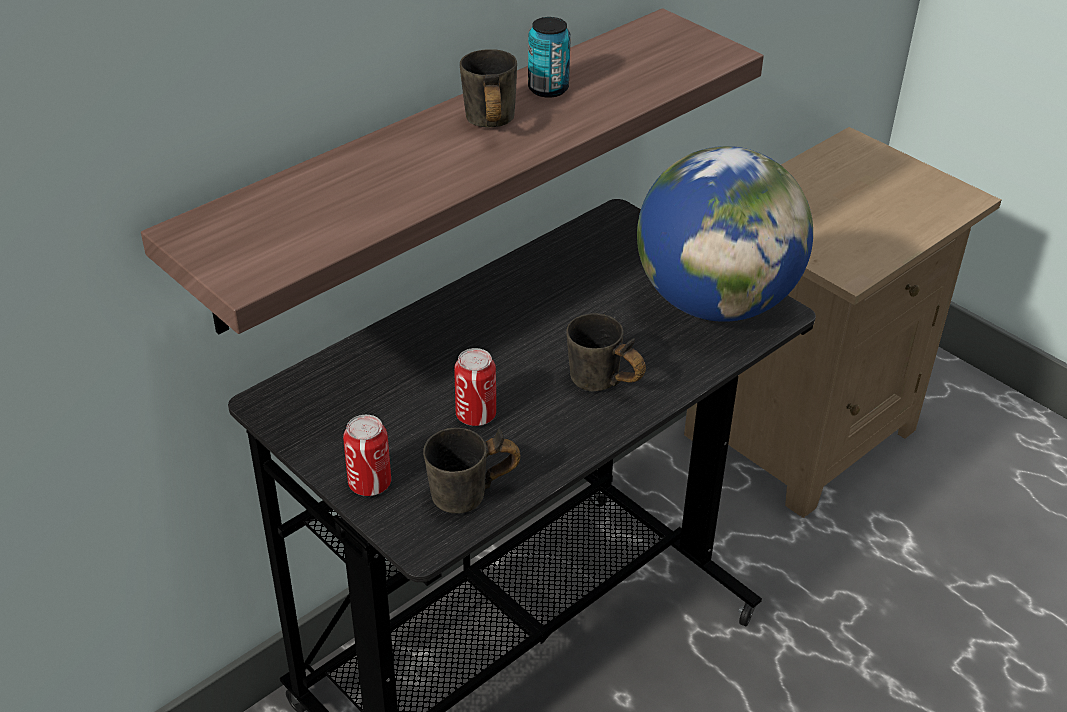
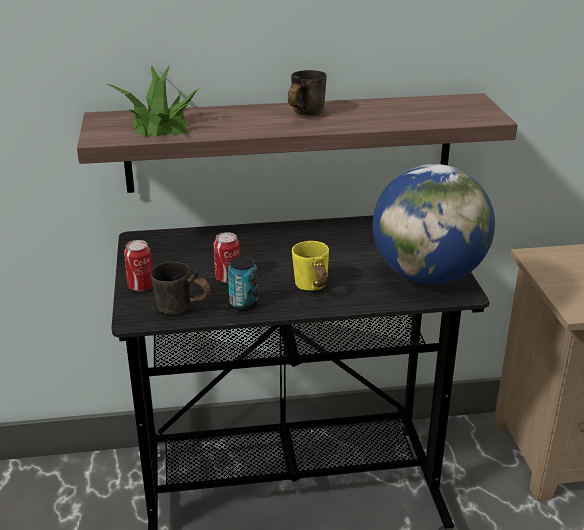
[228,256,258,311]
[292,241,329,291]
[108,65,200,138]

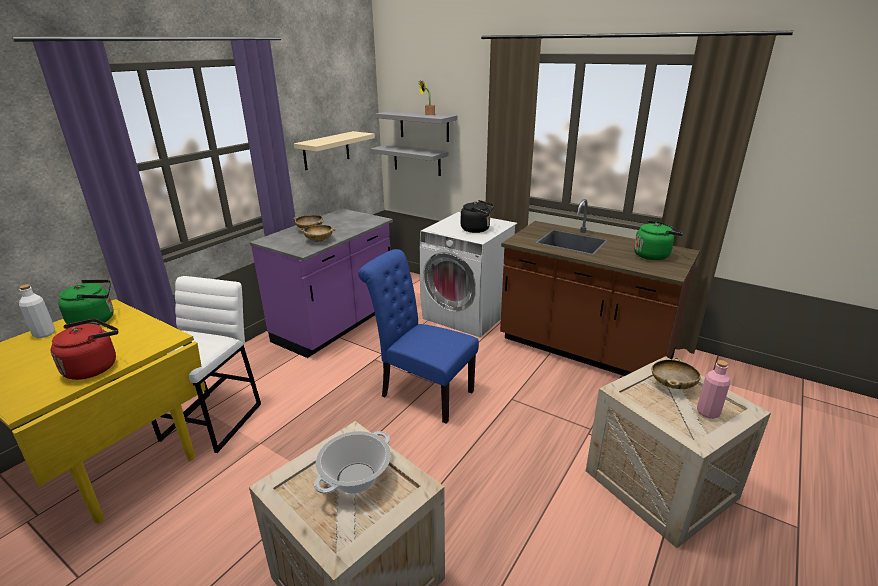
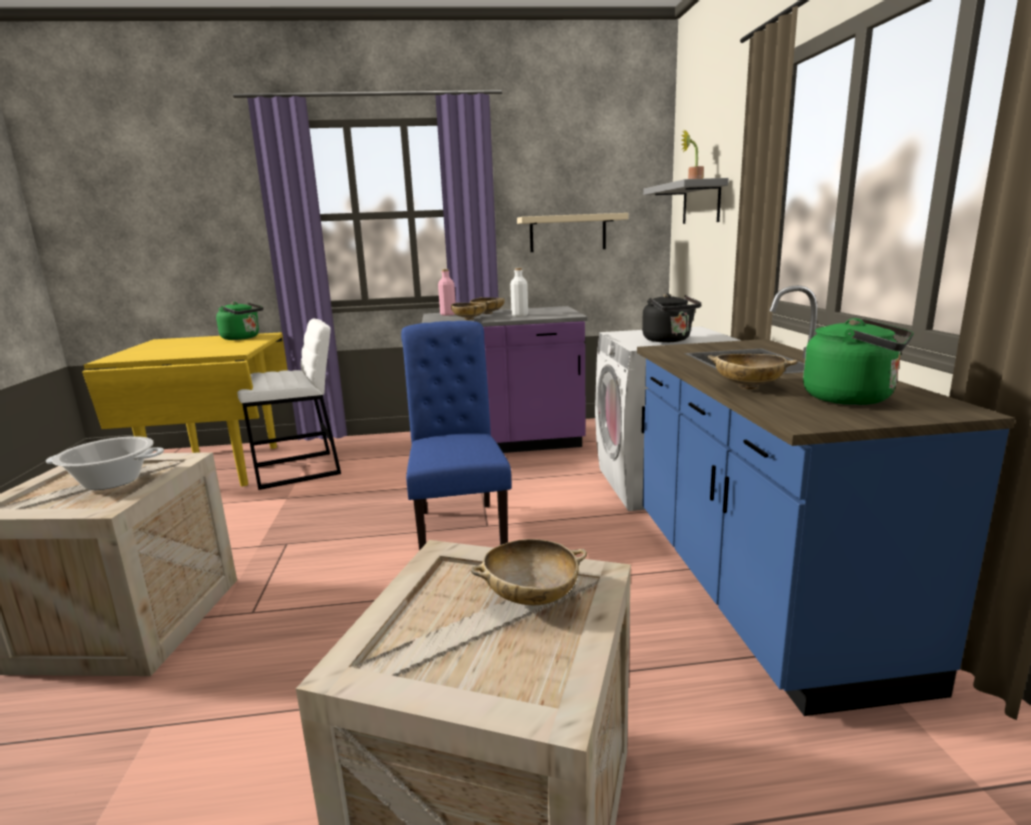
[370,144,448,176] (first image)
[637,285,1015,716]
[510,268,528,317]
[51,319,118,380] (first image)
[438,269,456,316]
[707,354,798,389]

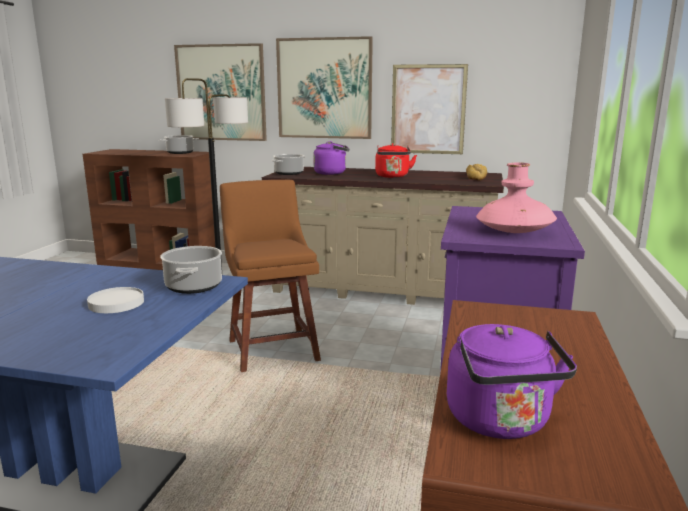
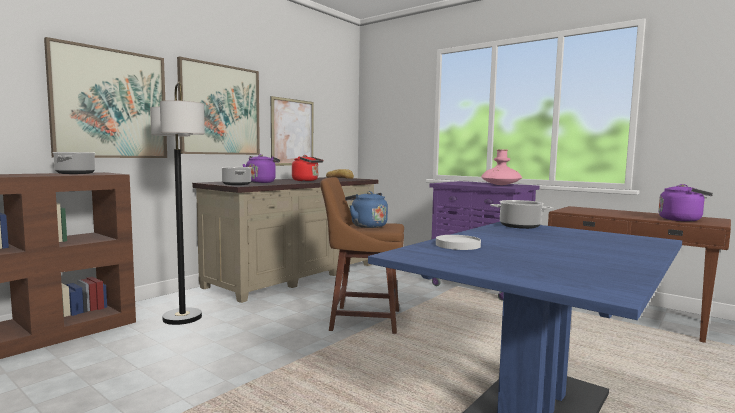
[436,235,481,250]
[345,191,388,228]

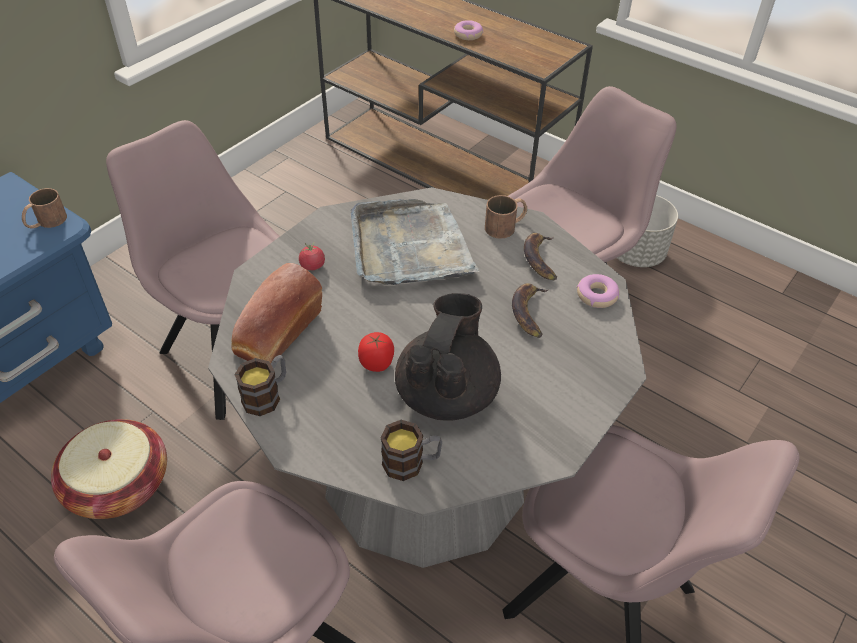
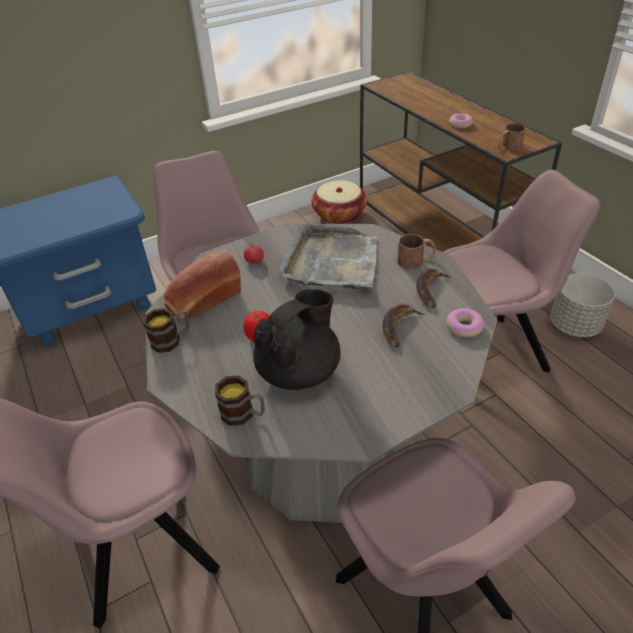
[497,123,526,151]
[311,180,367,224]

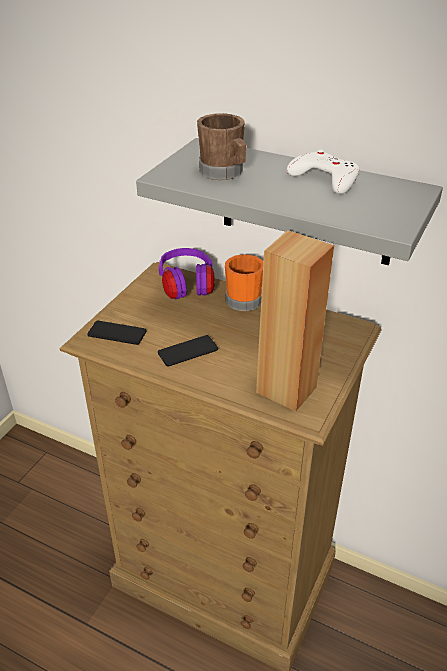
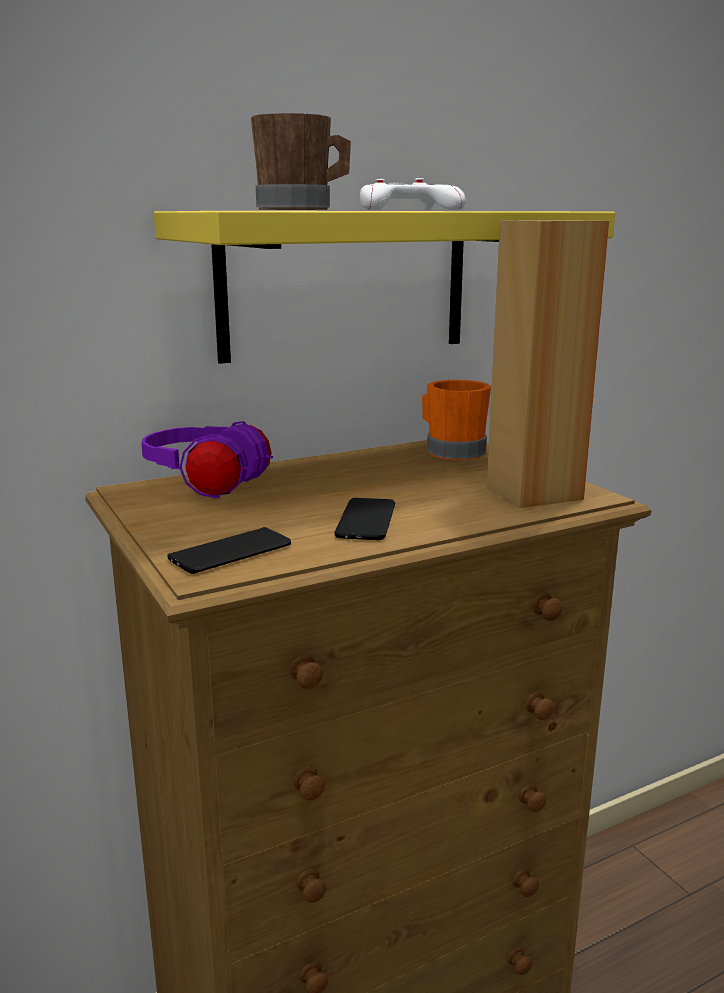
[154,211,615,364]
[422,380,491,460]

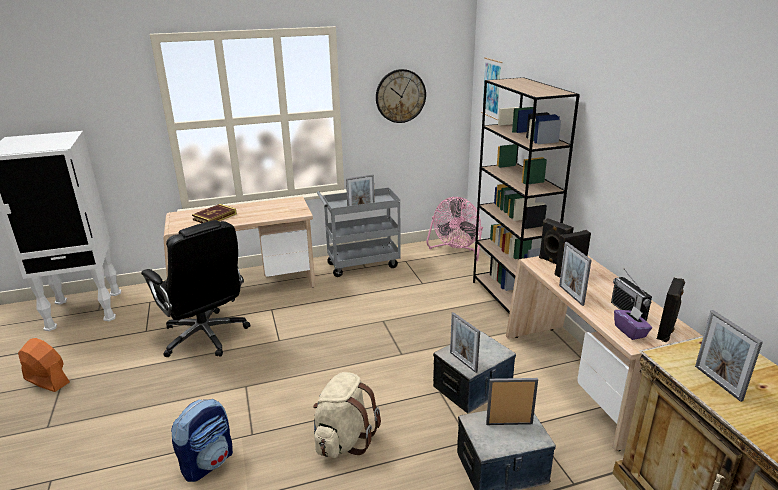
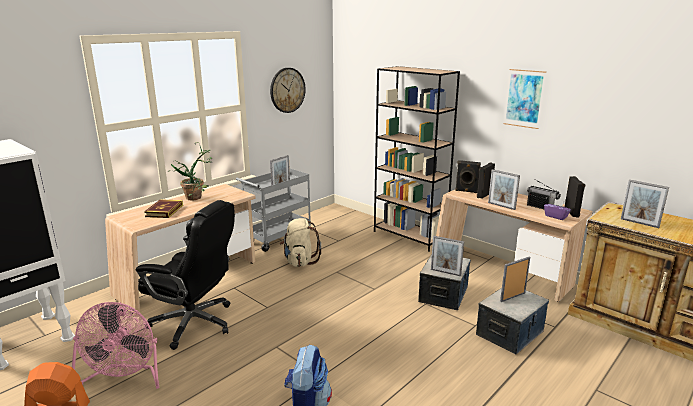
[504,69,546,129]
[72,302,159,389]
[280,218,321,267]
[168,142,212,201]

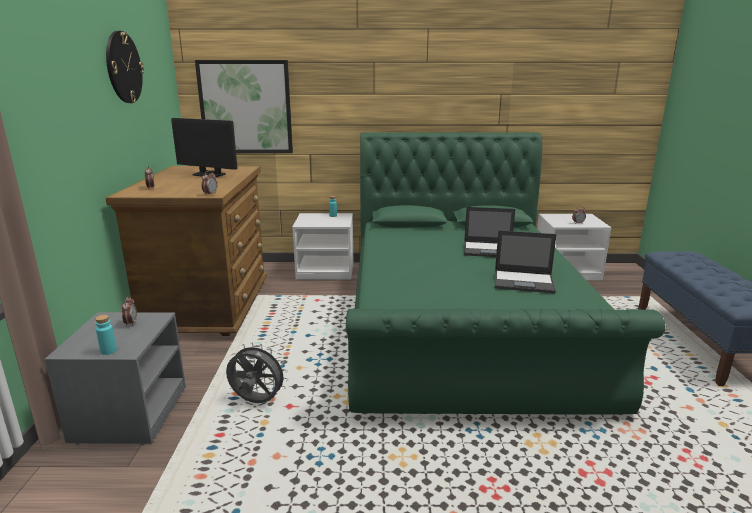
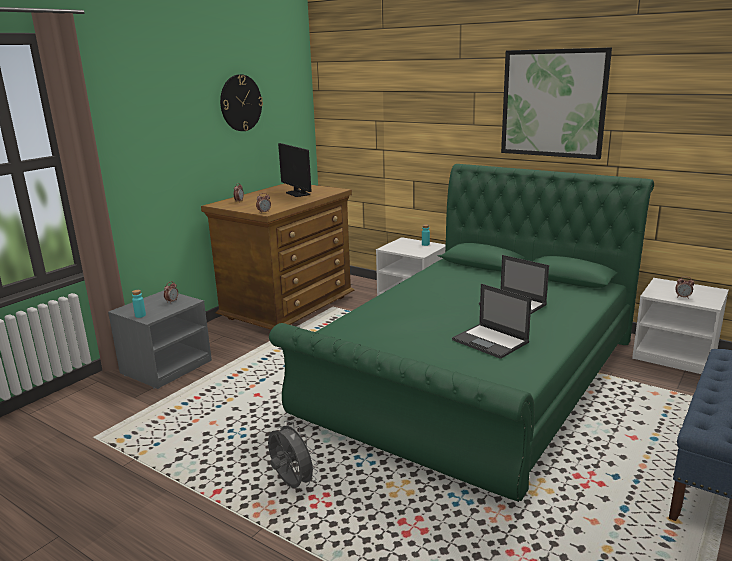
[501,47,612,159]
[268,421,318,488]

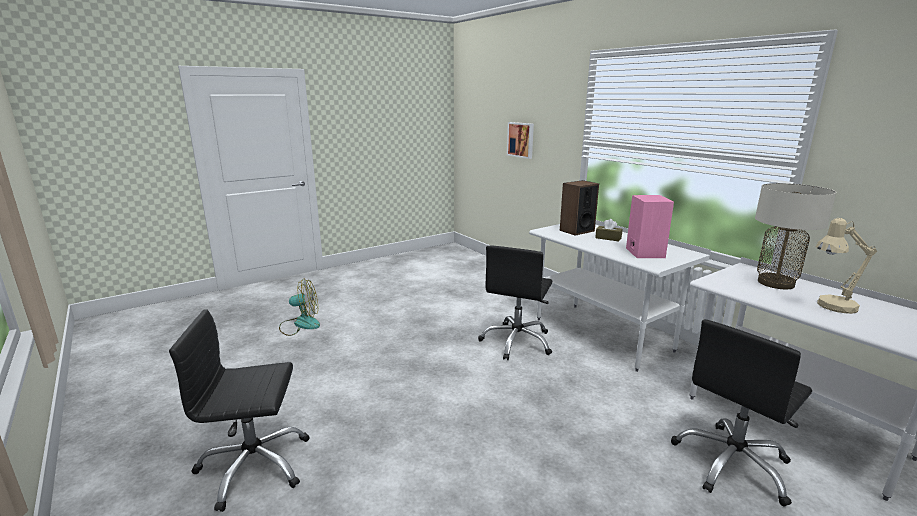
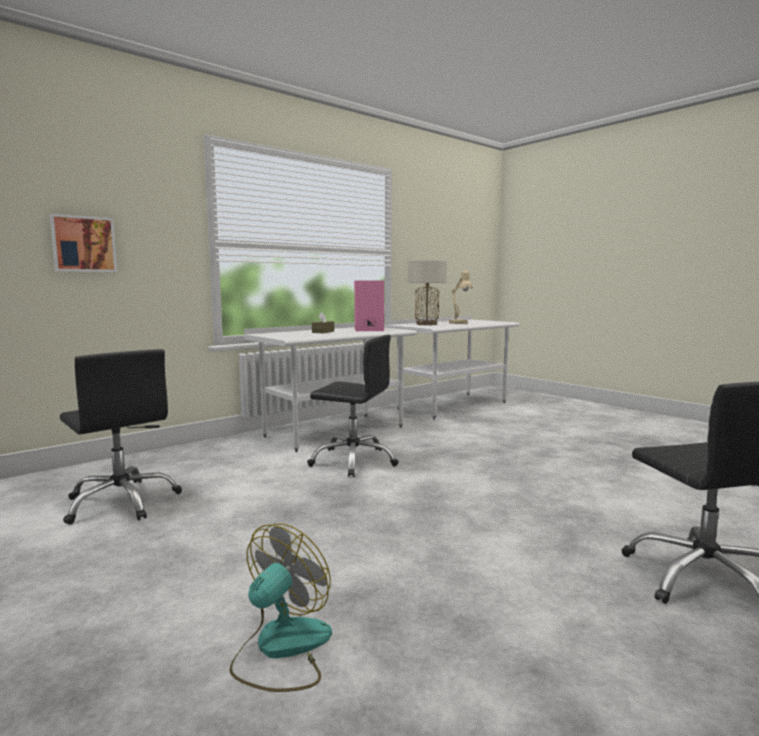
[560,180,599,236] (first image)
[229,523,332,692]
[60,349,182,524]

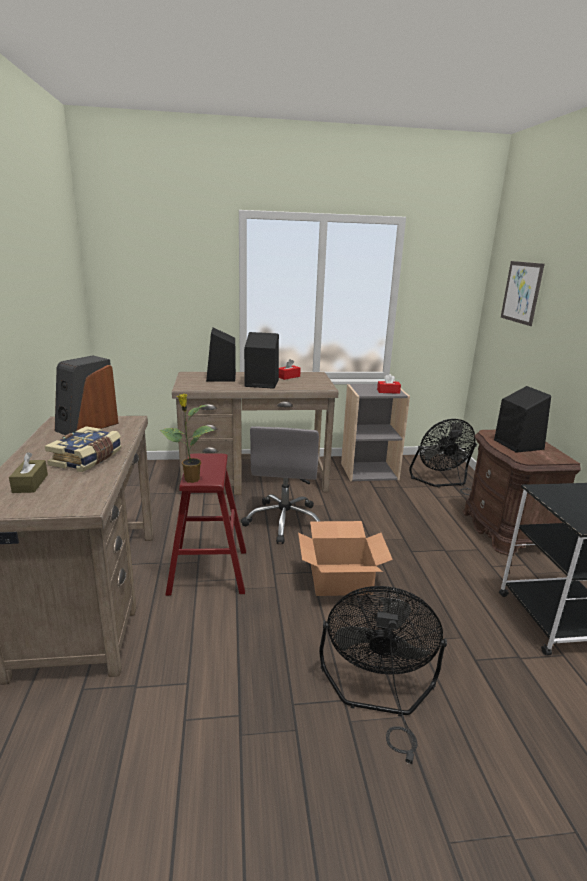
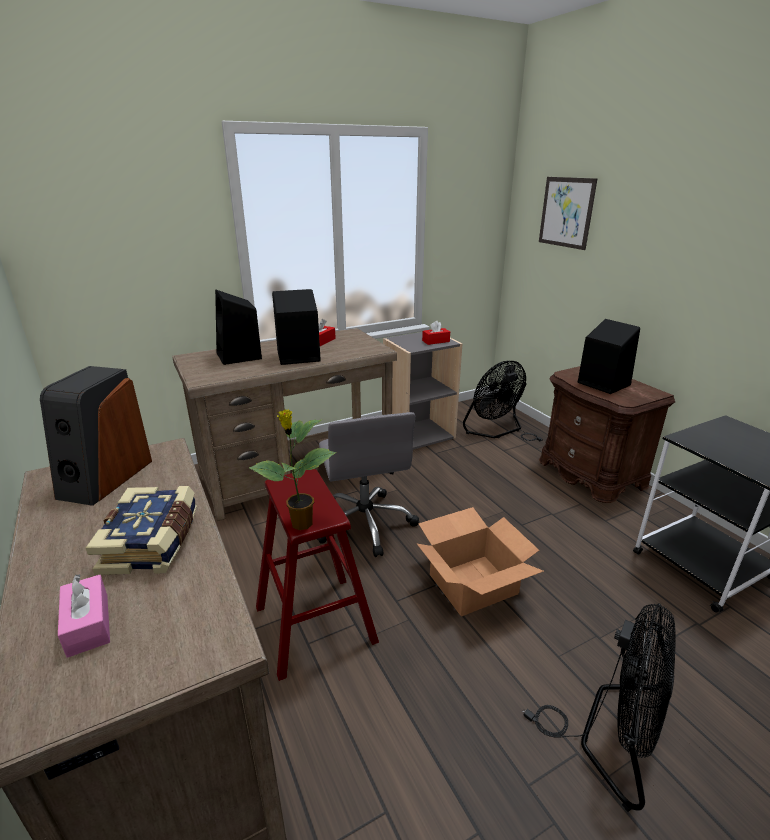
[58,574,110,658]
[522,603,676,812]

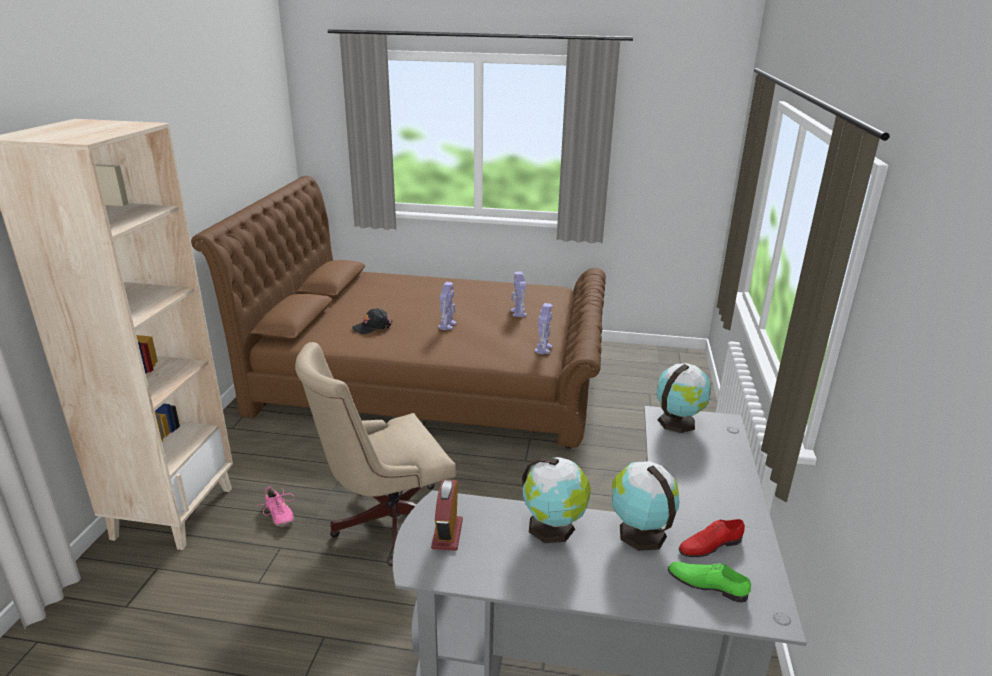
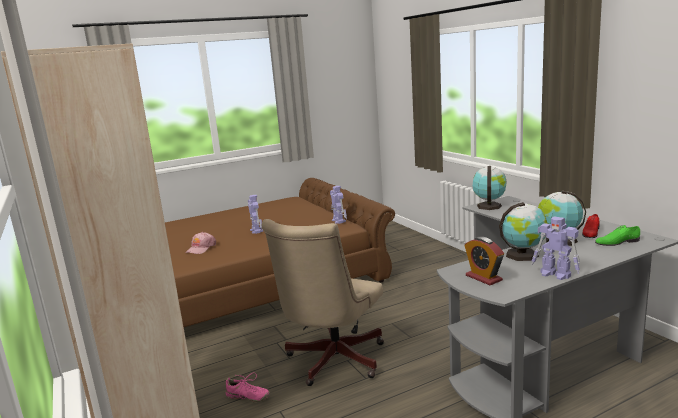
[531,216,580,280]
[185,232,216,254]

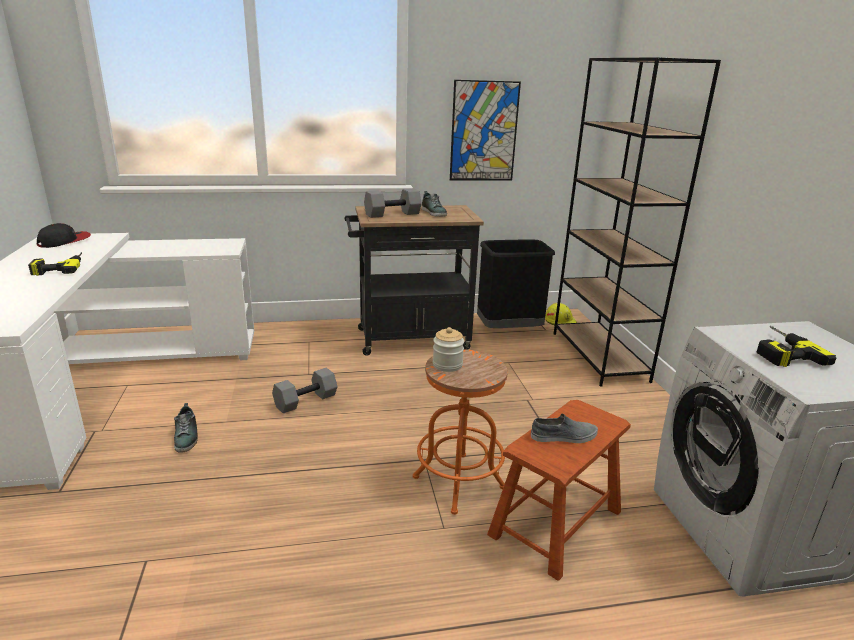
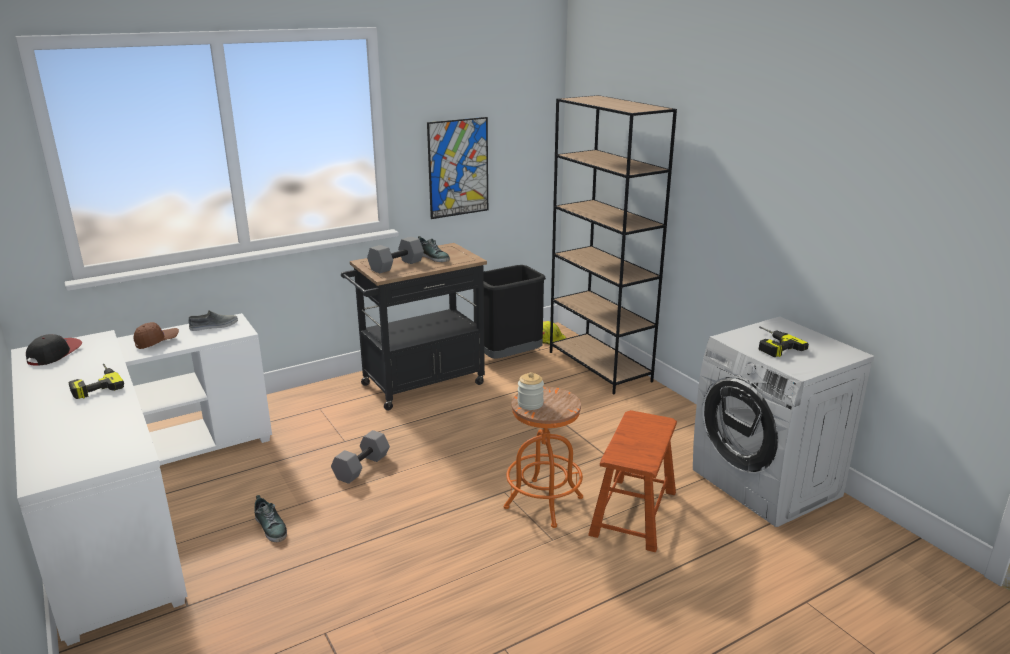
[188,310,238,331]
[133,322,179,349]

